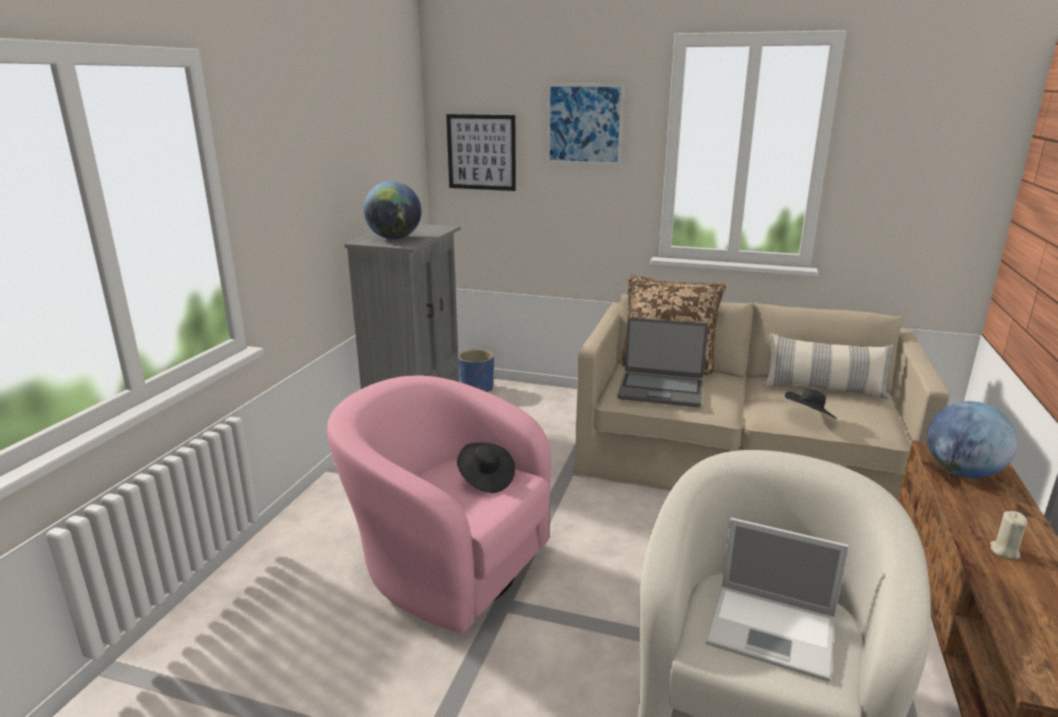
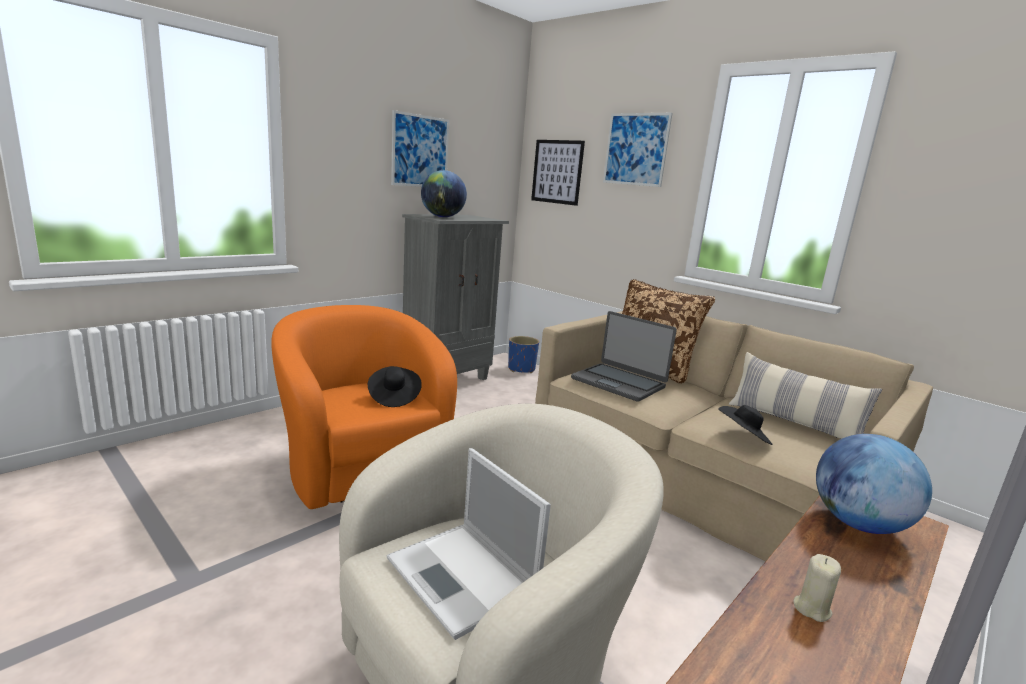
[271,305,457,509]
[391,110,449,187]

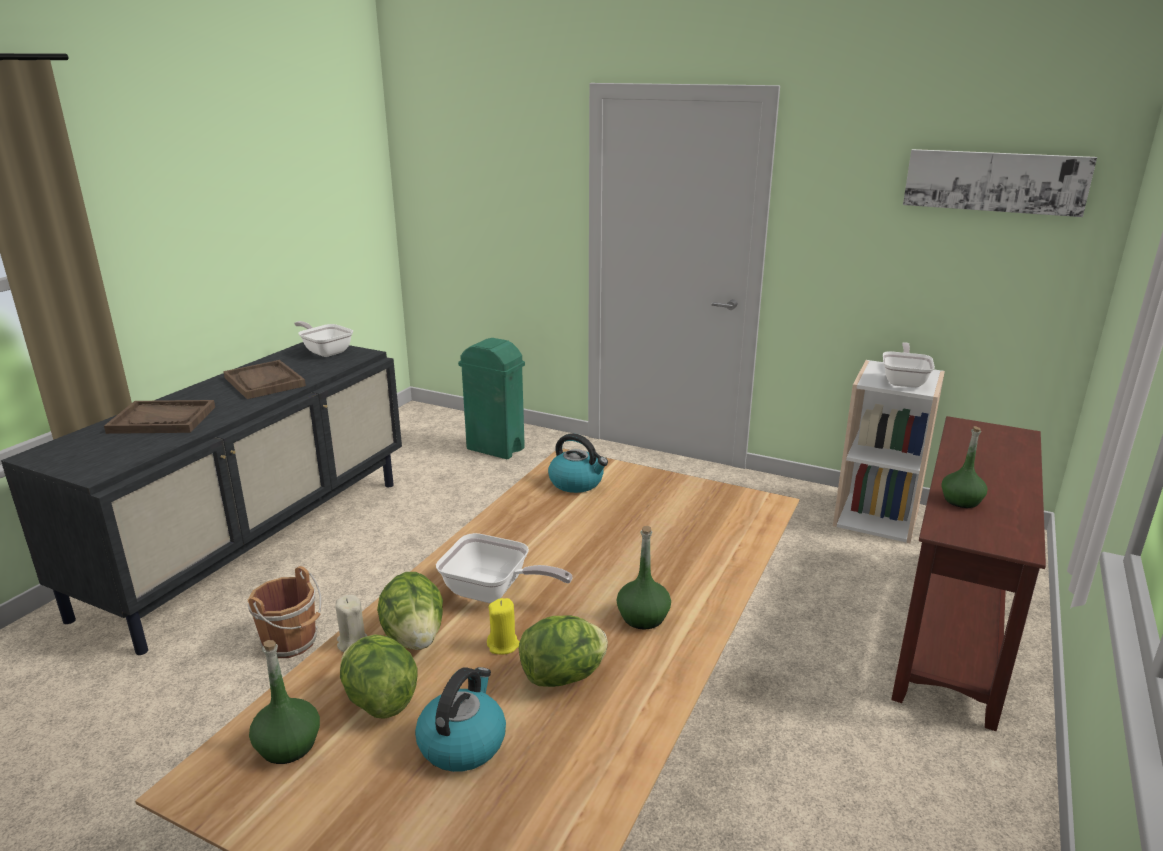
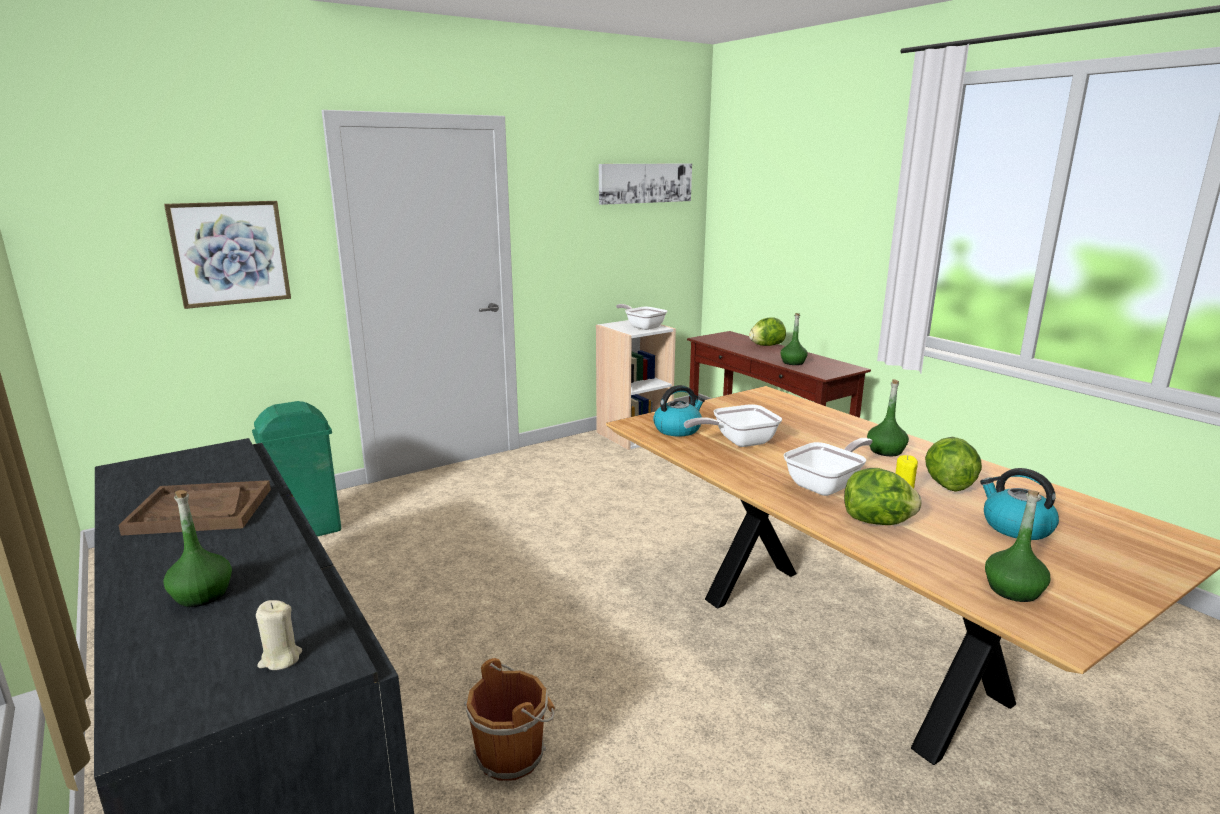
[684,404,782,447]
[163,490,232,607]
[256,600,302,670]
[749,317,786,346]
[164,201,291,309]

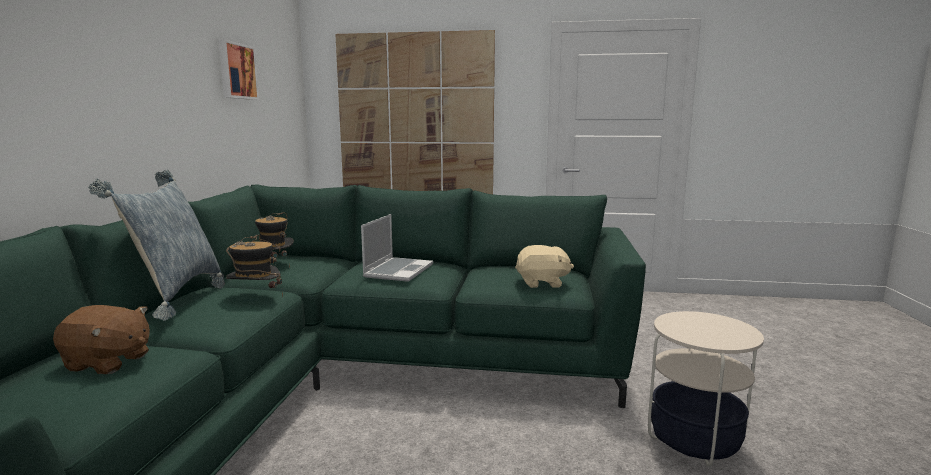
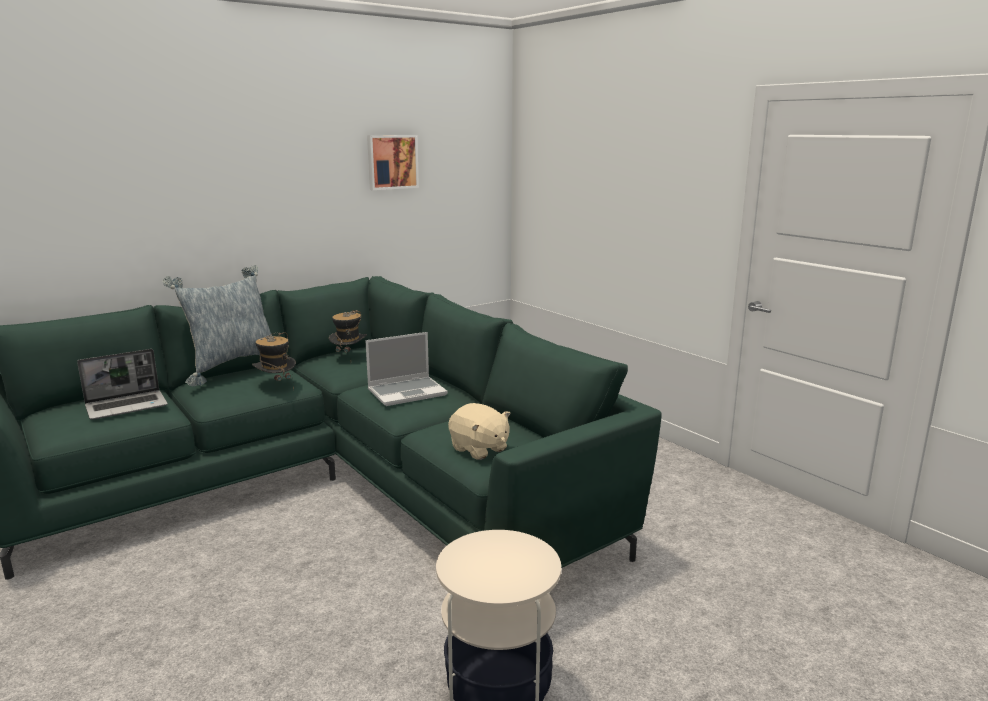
[335,30,495,194] (first image)
[77,349,168,419]

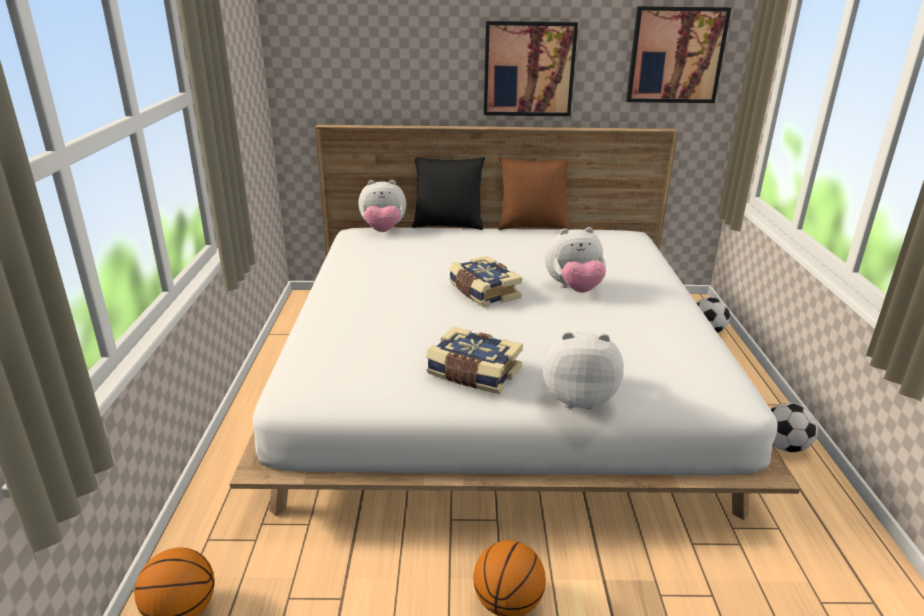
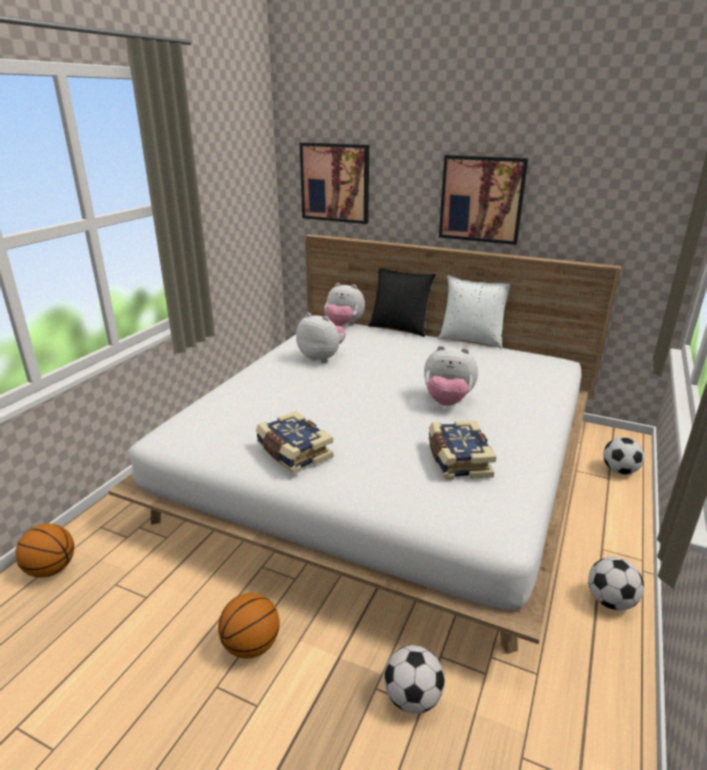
[300,142,369,224]
[438,275,510,348]
[428,420,496,480]
[296,313,346,363]
[384,645,445,714]

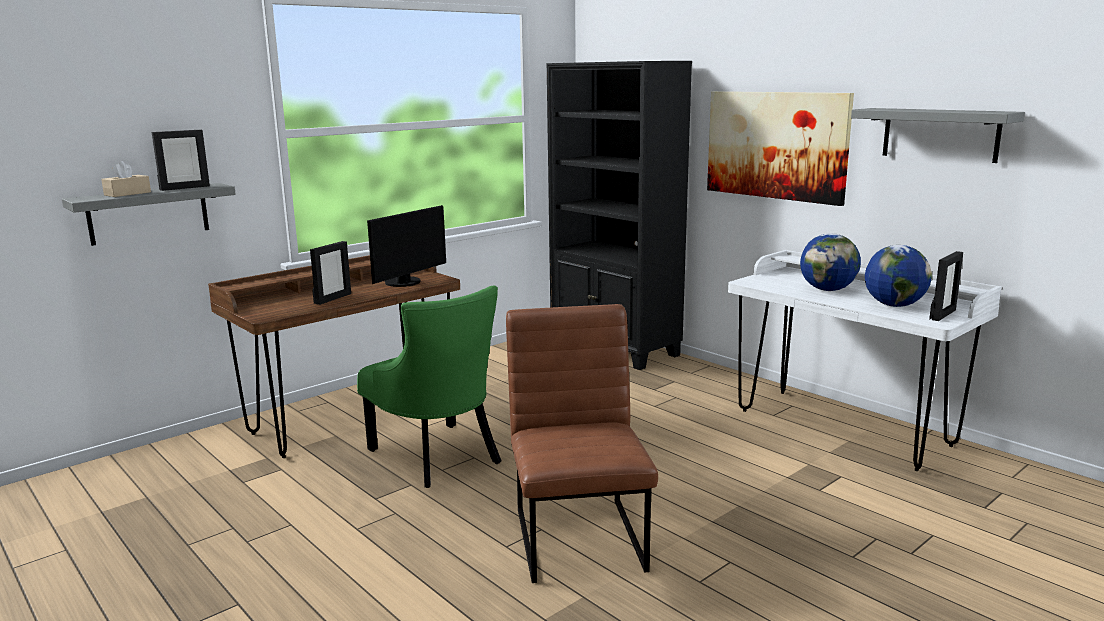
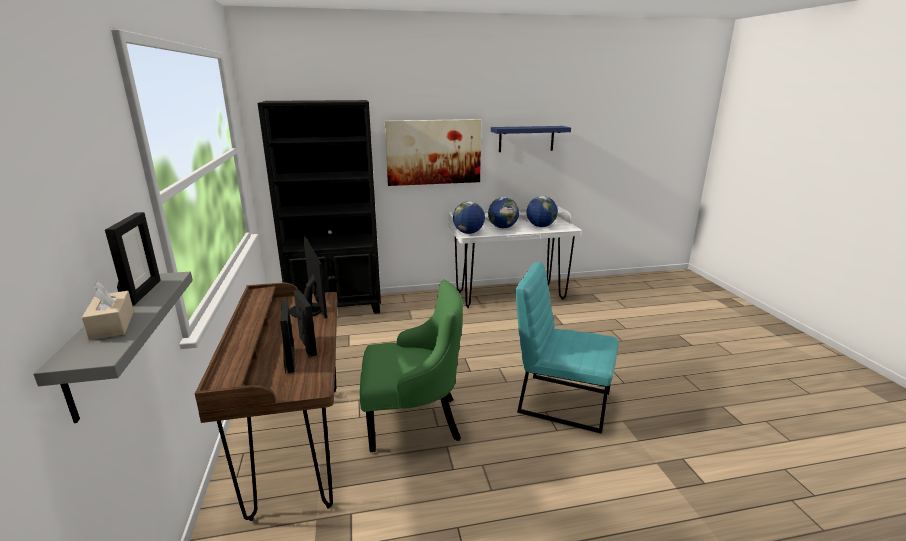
[491,126,571,152]
[280,301,295,373]
[516,262,619,434]
[453,201,485,234]

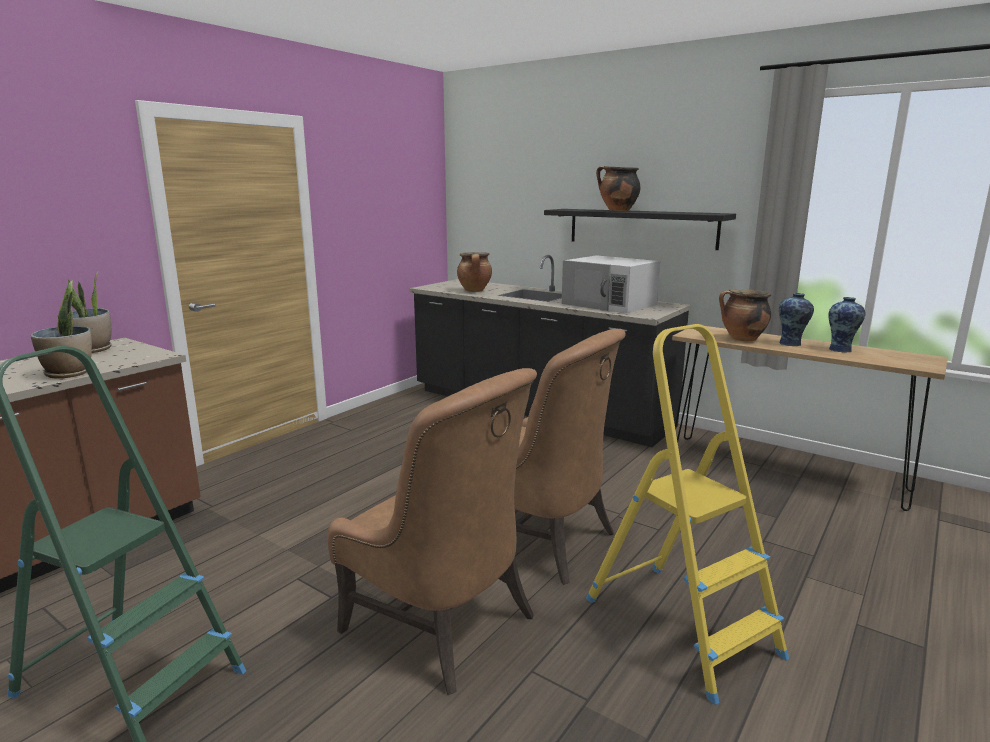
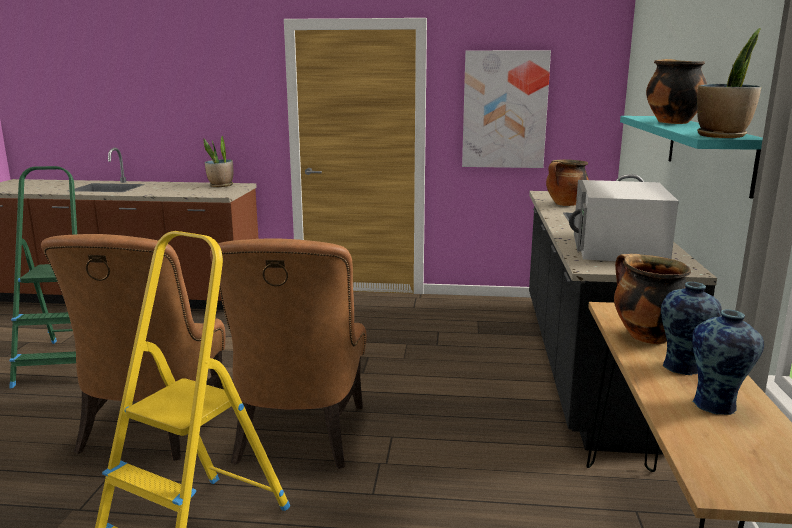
[620,116,763,199]
[697,28,761,138]
[462,50,551,168]

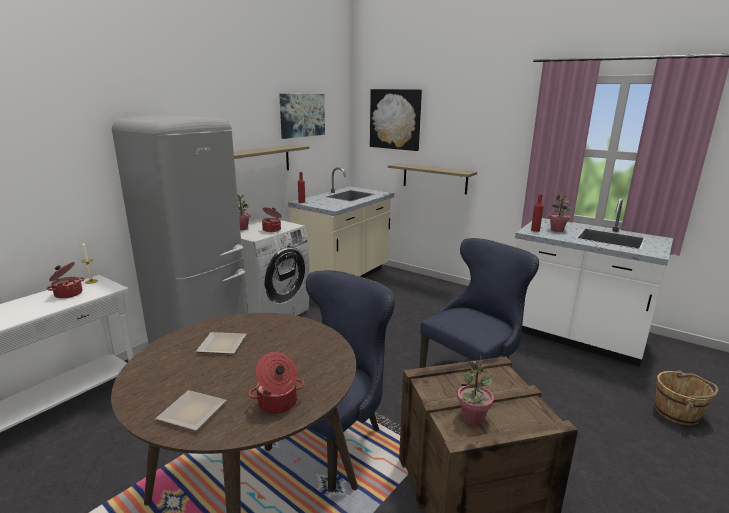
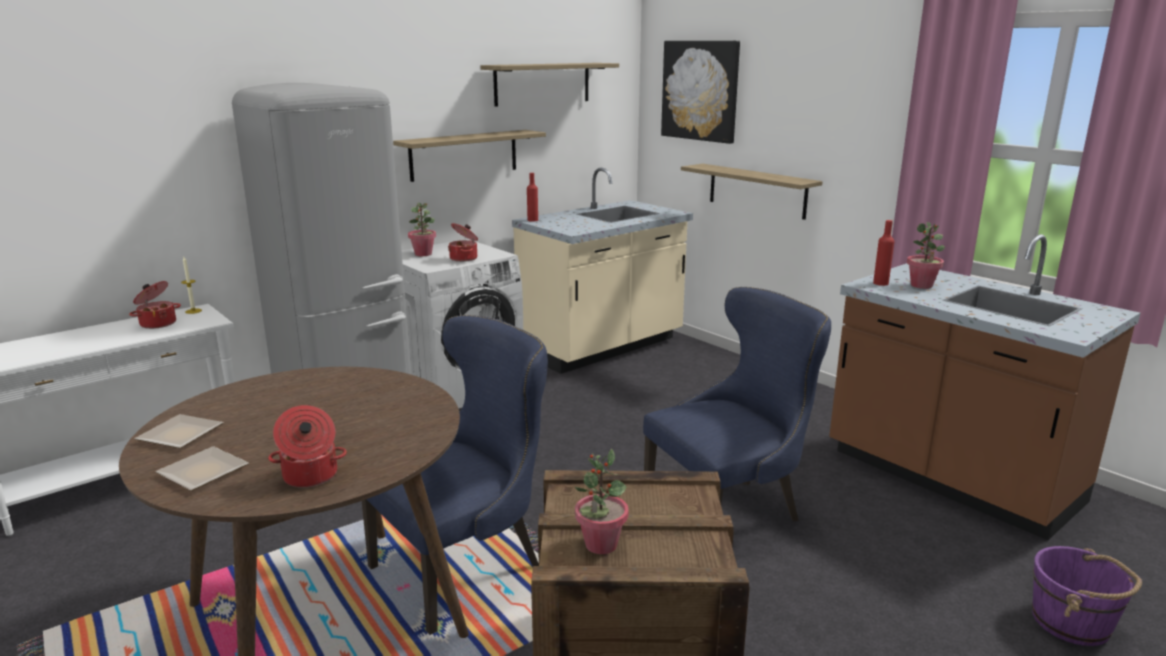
[481,63,619,107]
[829,234,1141,540]
[135,414,224,448]
[1032,546,1142,646]

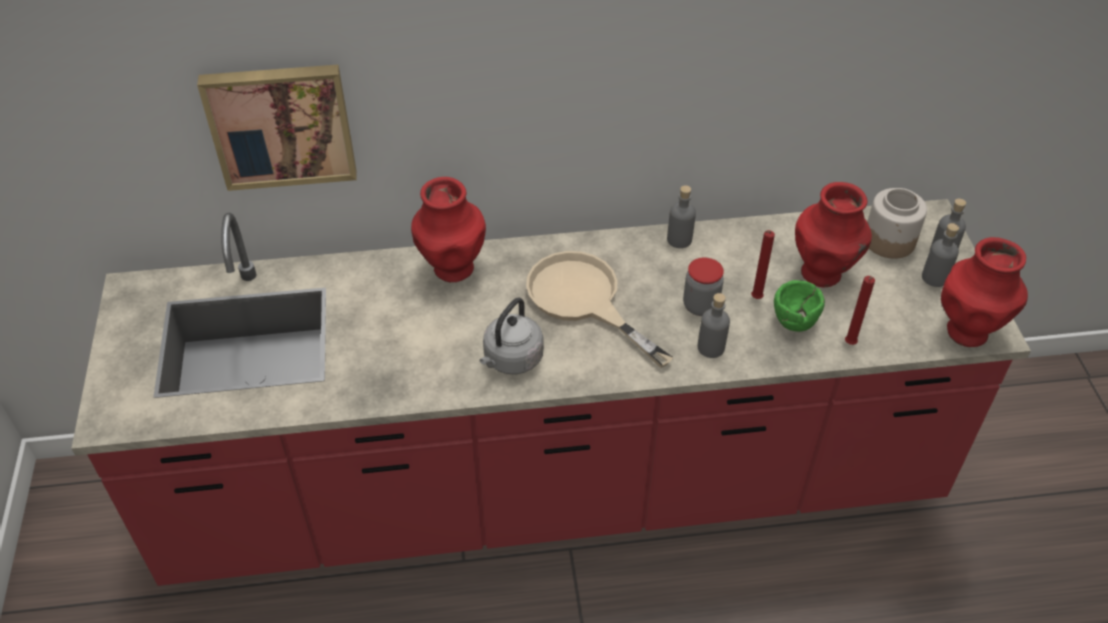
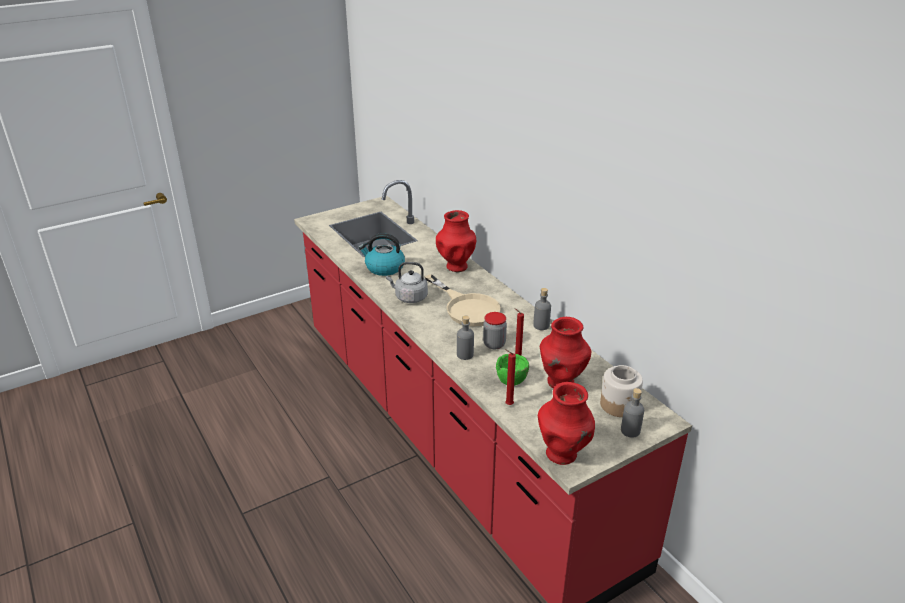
[197,65,357,191] (first image)
[922,223,959,287] (first image)
[425,274,501,326]
[358,233,405,276]

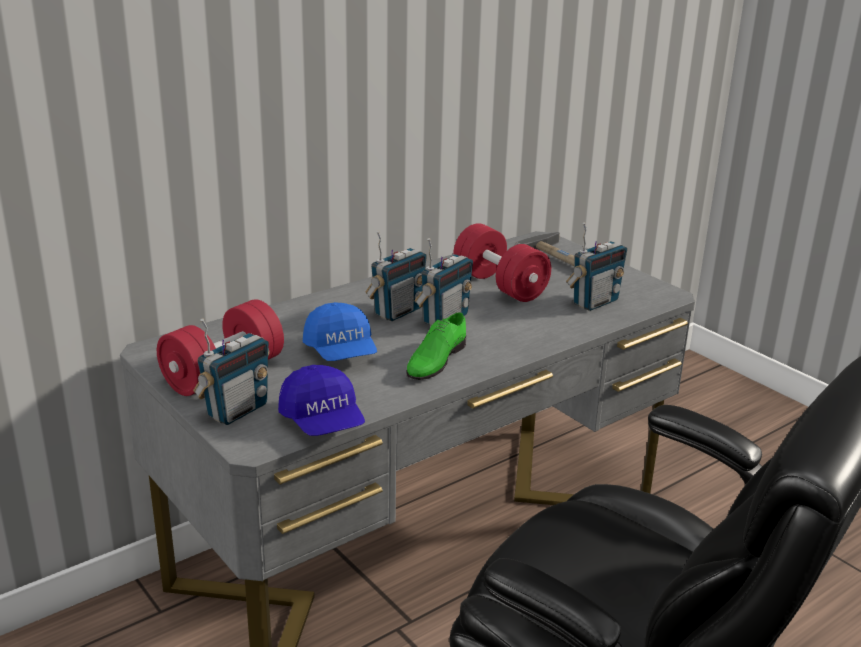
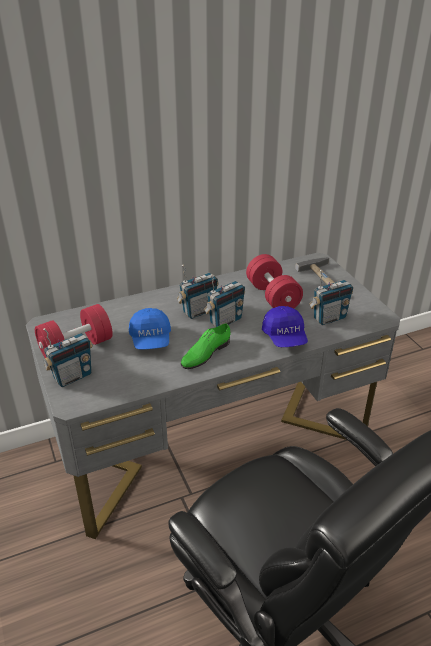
[262,306,308,347]

